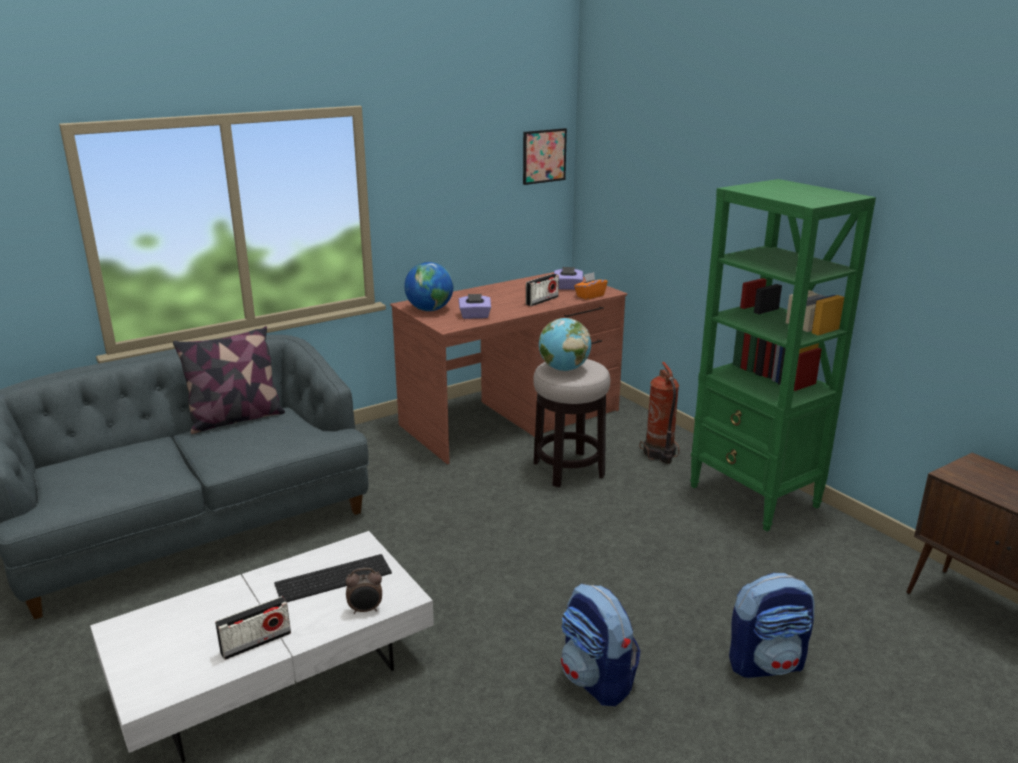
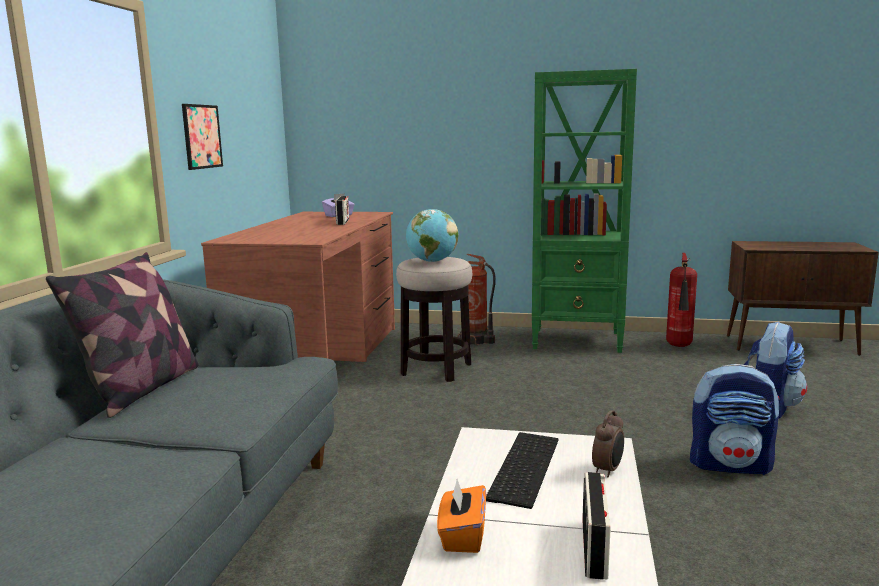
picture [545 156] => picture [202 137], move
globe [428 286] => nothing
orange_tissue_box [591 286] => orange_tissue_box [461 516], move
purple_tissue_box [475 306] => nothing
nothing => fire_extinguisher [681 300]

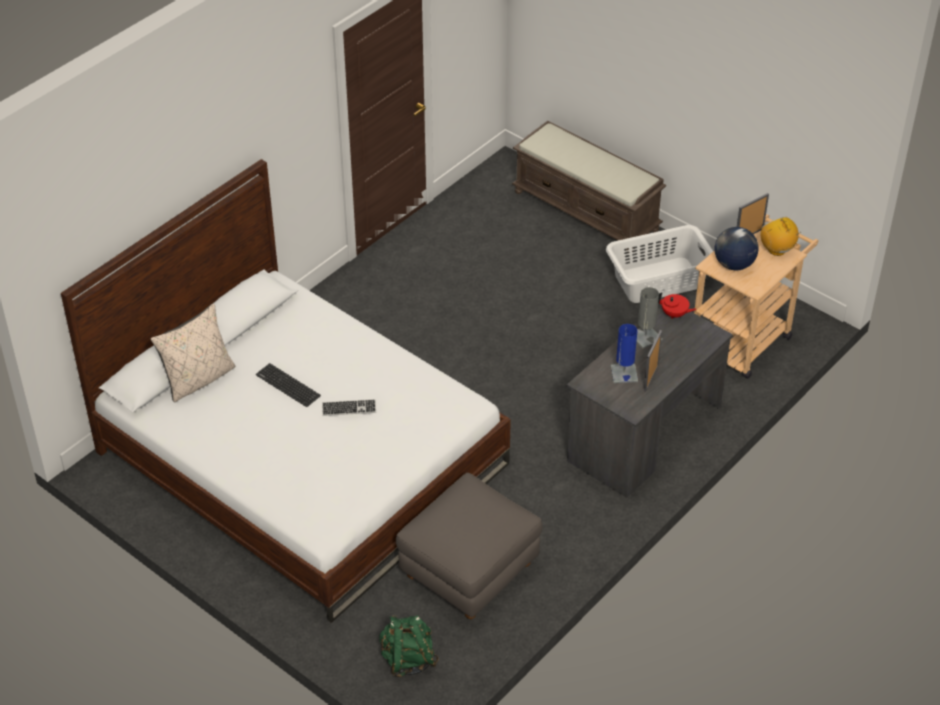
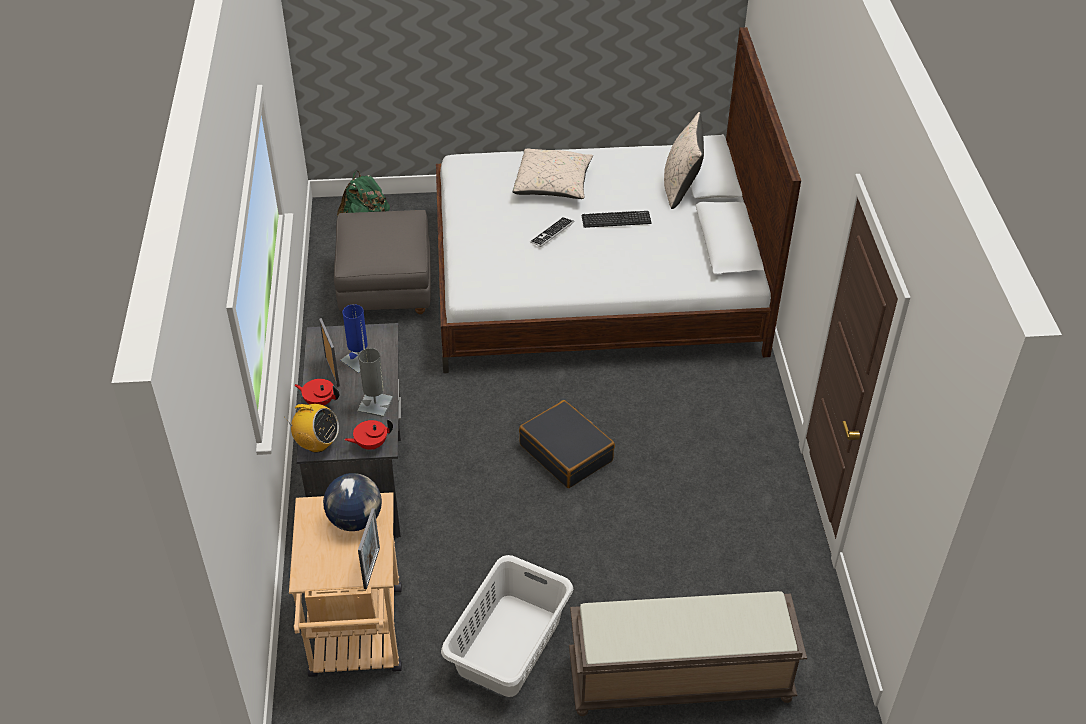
radio [781 236] => radio [312 428], move
nothing => beige_pillow [553 174]
nothing => red_teapot [317 392]
nothing => black_suitcase [567 444]

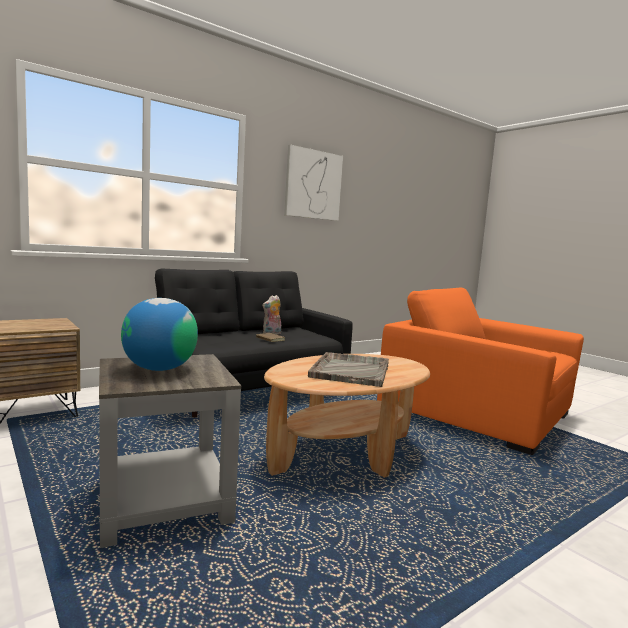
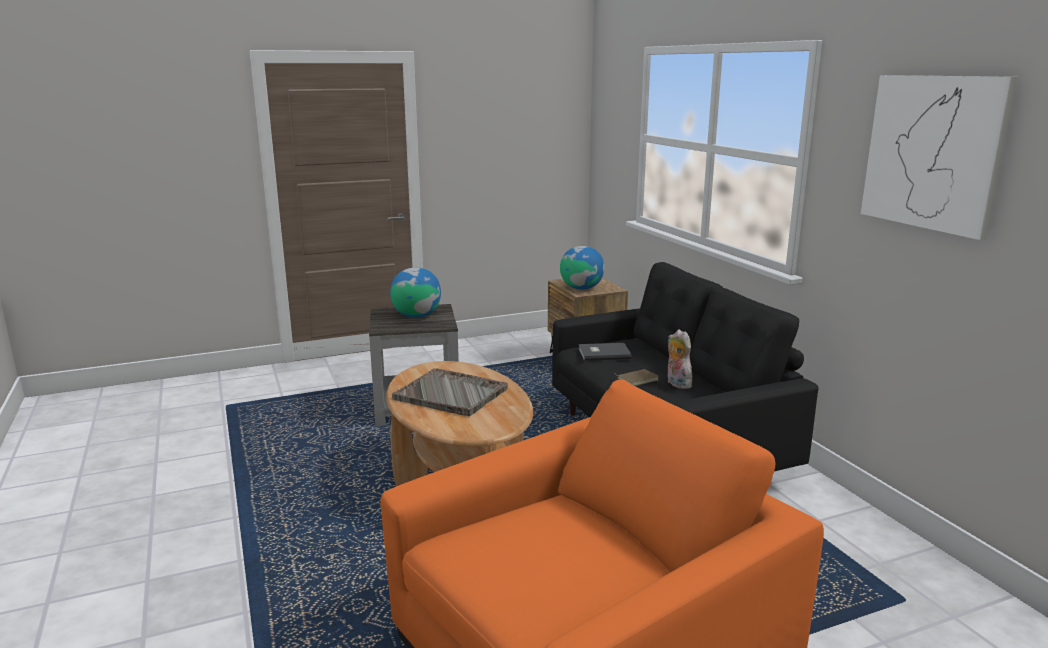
nothing => globe [582 268]
nothing => grey_book [605 352]

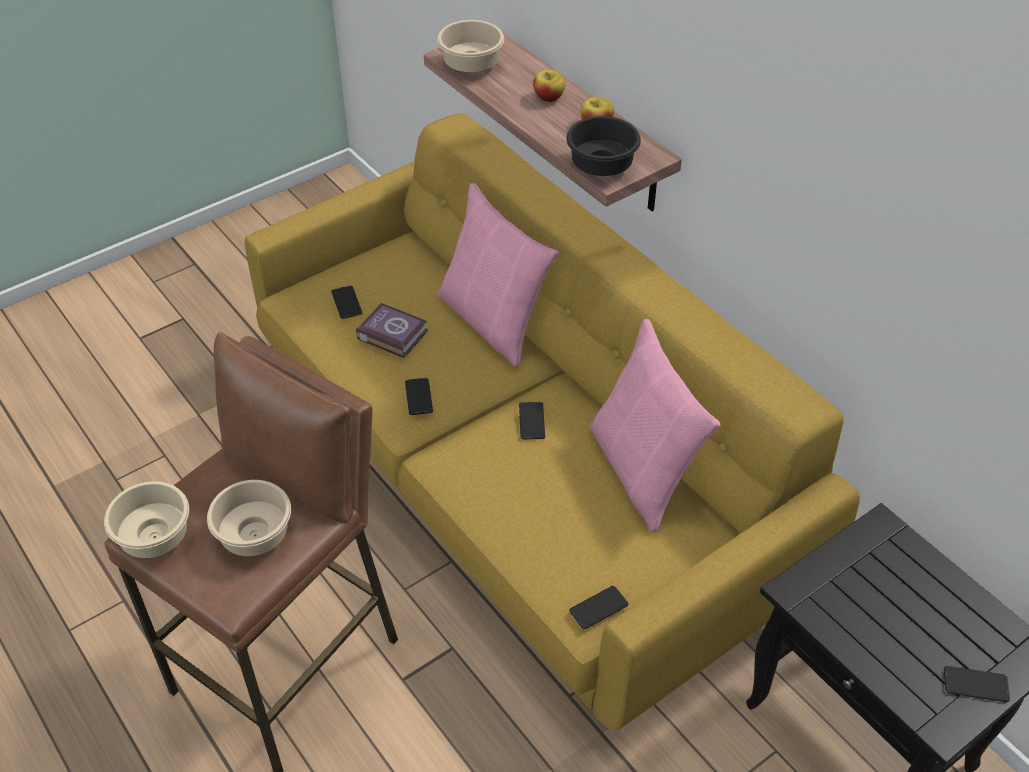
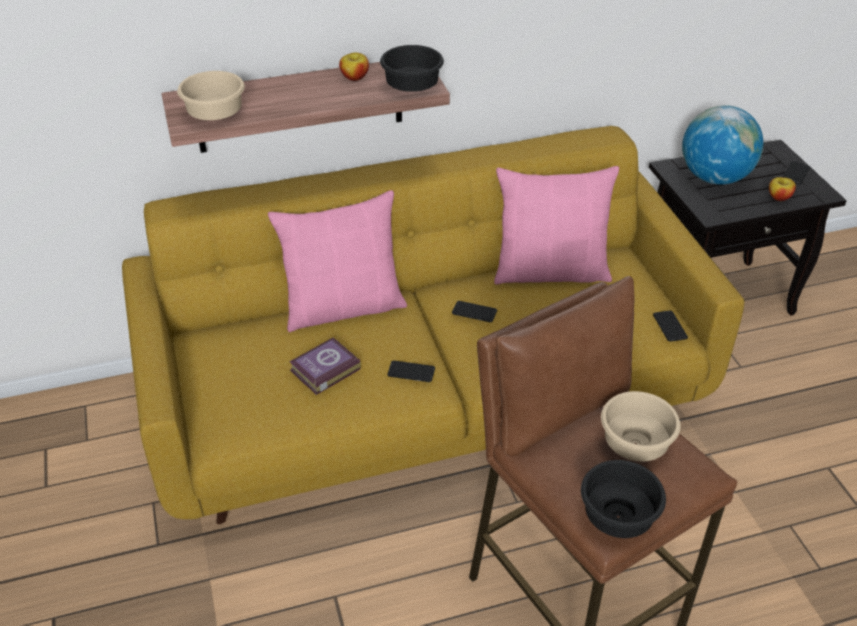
apple [549 86] => apple [782 189], move
phone [346 302] => nothing
beige_bowl [146 519] => black_bowl [623 499]
nothing => globe [722 145]

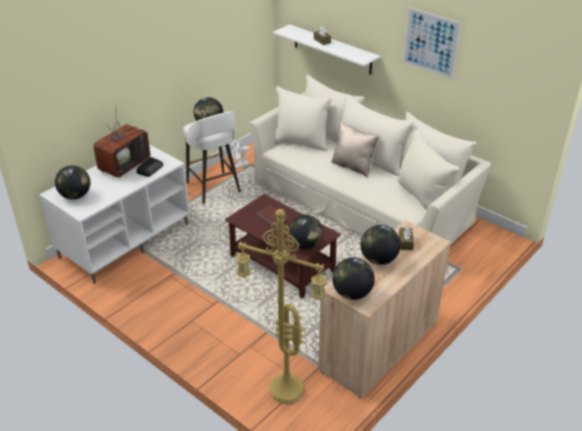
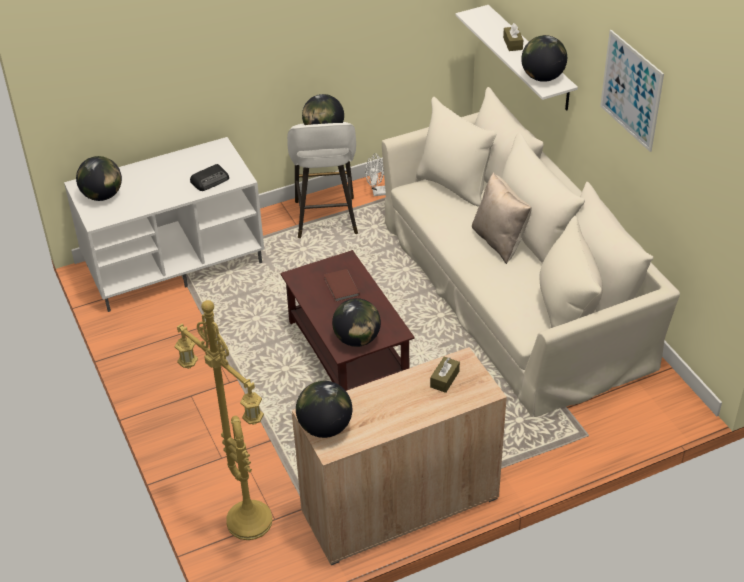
television [121 149] => nothing
globe [380 245] => globe [544 58], move

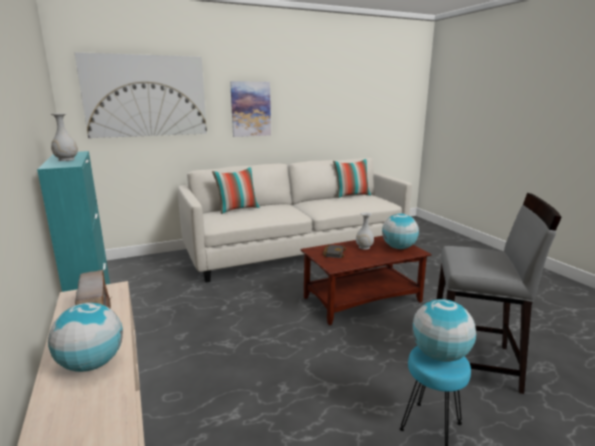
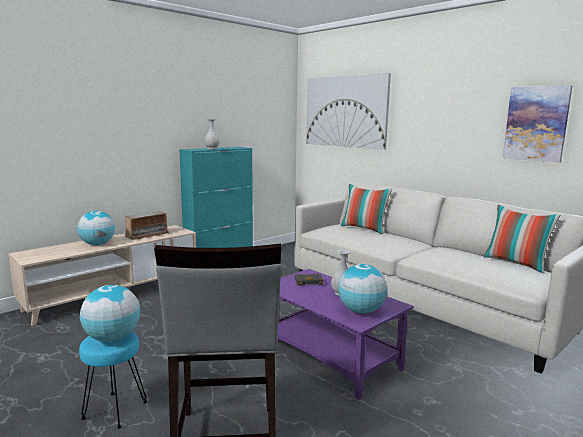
picture [250 109] => picture [537 124], move
brown_coffee_table [366 280] => purple_coffee_table [346 334]

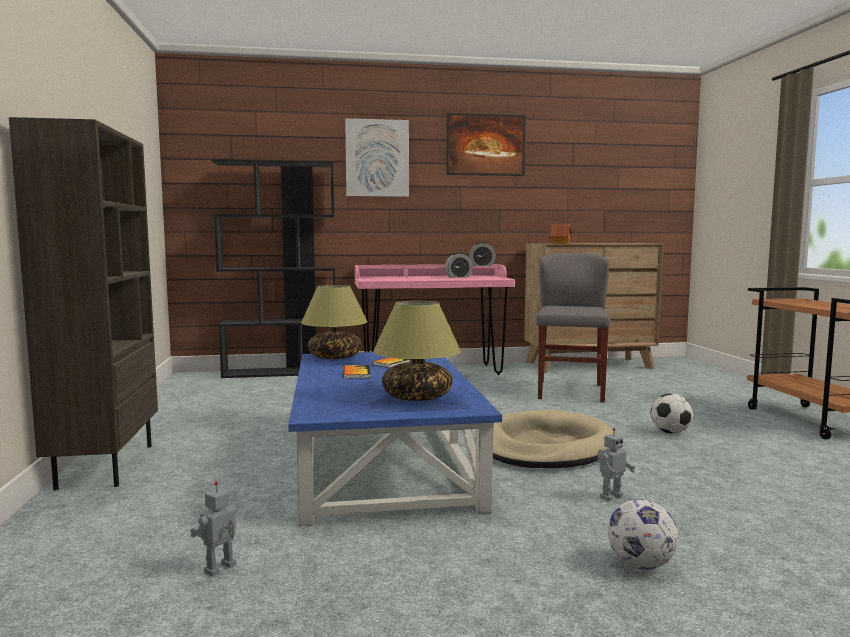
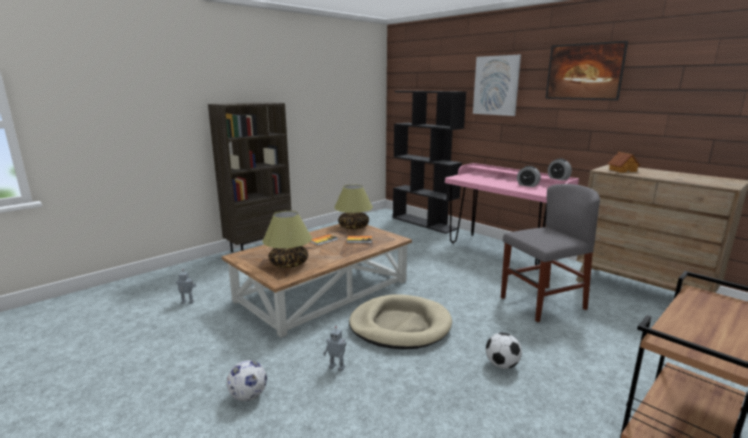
blue_coffee_table [395 439] => brown_coffee_table [317 281]

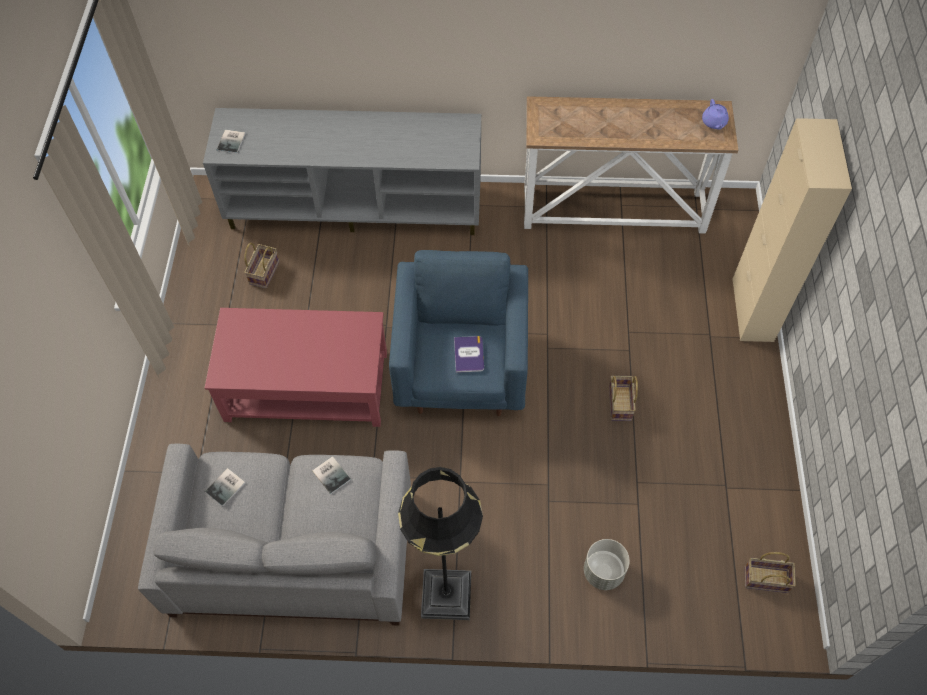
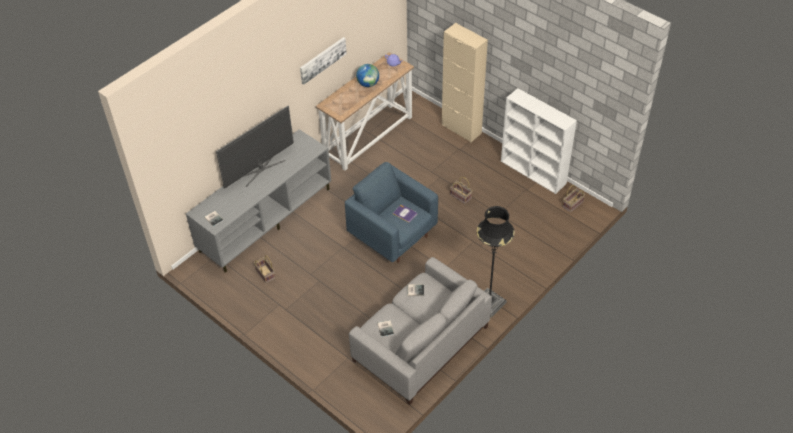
red_coffee_table [296 367] => nothing
grey_planter [607 564] => nothing
nothing => picture [323 61]
nothing => globe [367 75]
nothing => white_bookcase [539 141]
nothing => television [255 146]

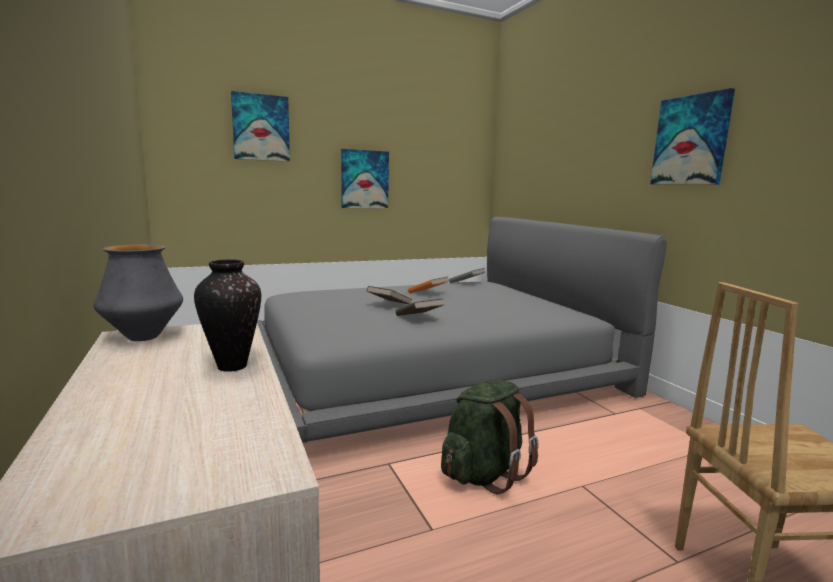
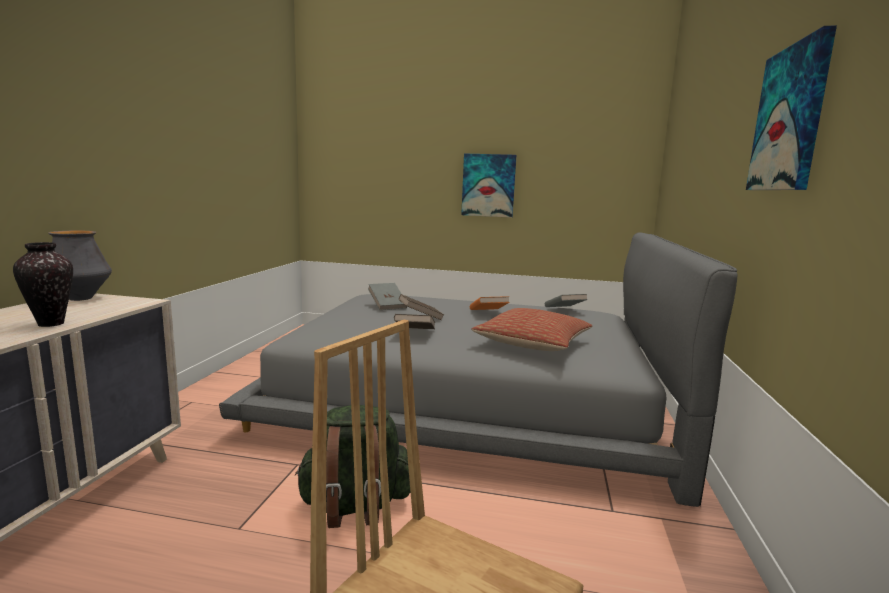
picture [260 126] => nothing
nothing => grey_book [387 296]
nothing => pillow [531 329]

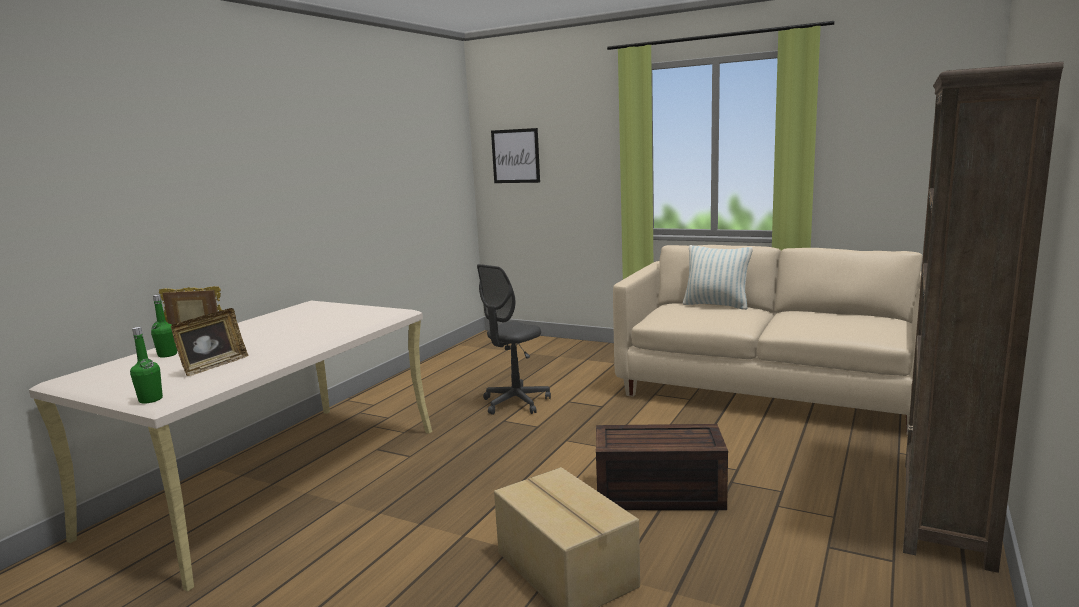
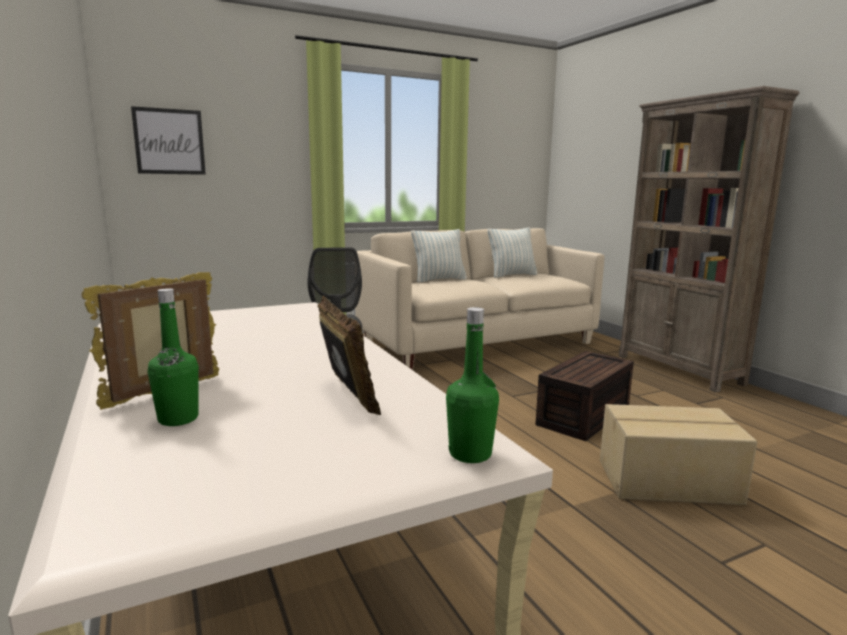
nothing => pillow [513 252]

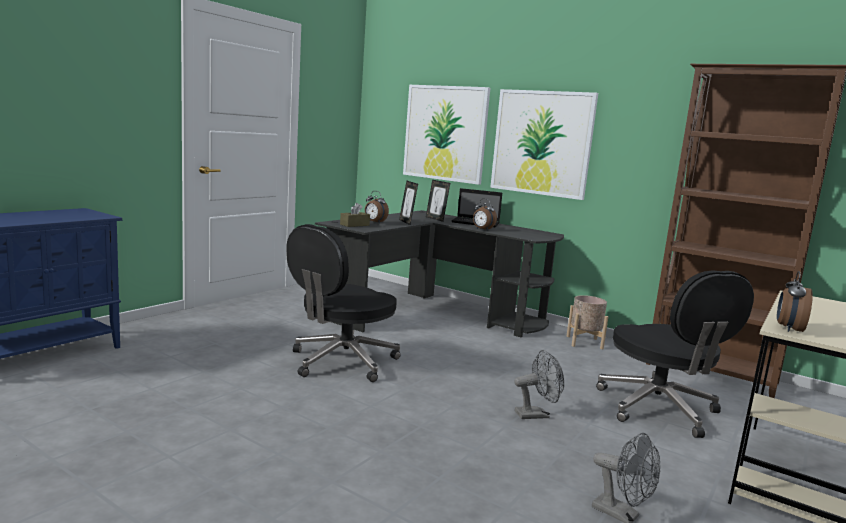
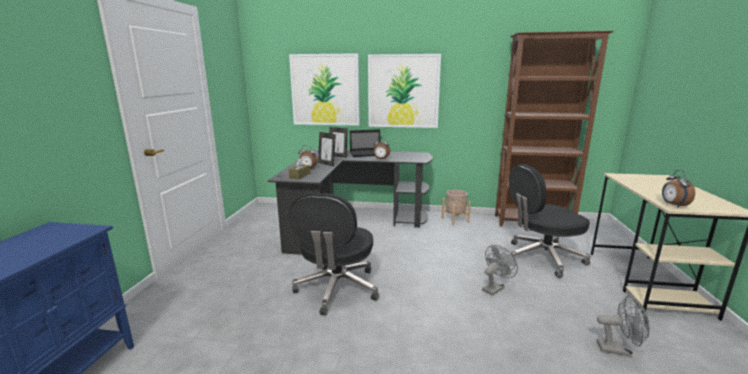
black_office_chair [675 354] => black_office_chair [550 221], 120 degrees clockwise

